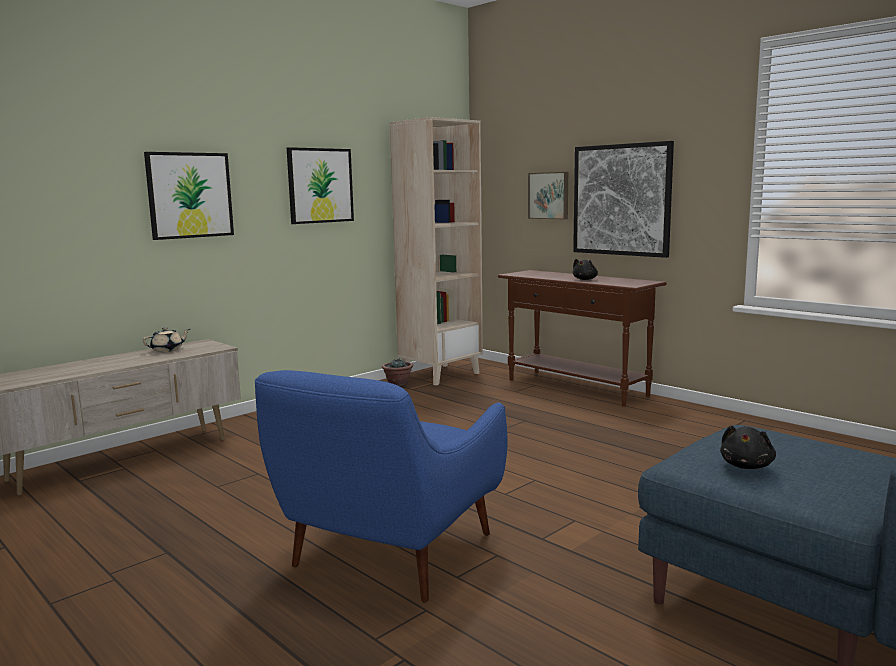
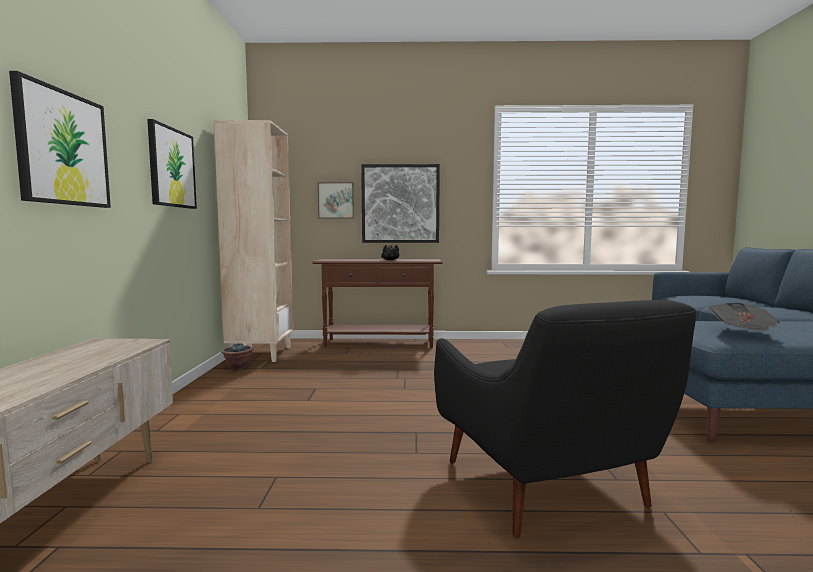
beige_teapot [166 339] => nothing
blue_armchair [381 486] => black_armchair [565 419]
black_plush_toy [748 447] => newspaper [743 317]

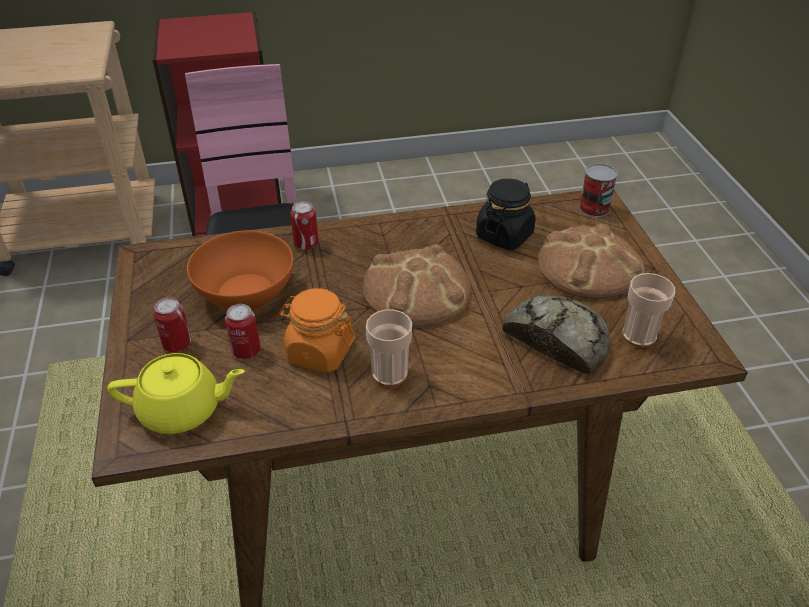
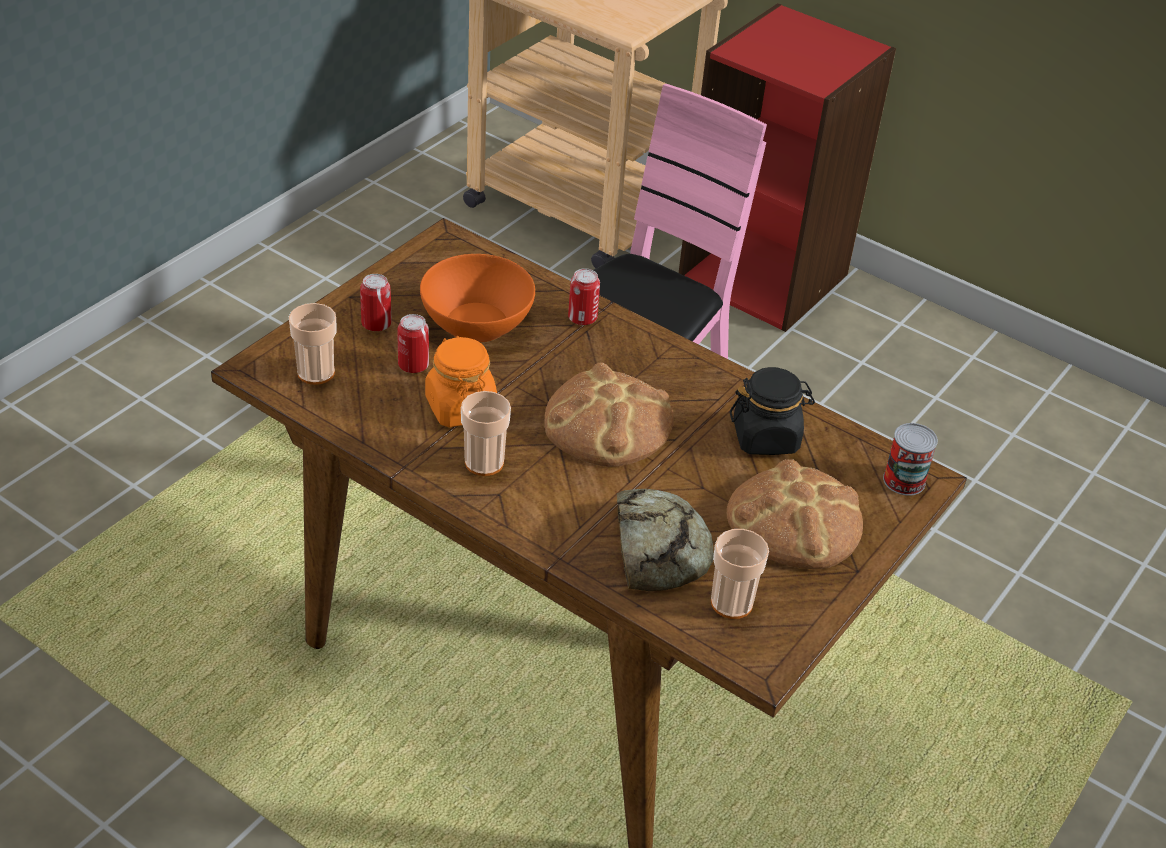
yellow_teapot [176 393] => cup [312 344]

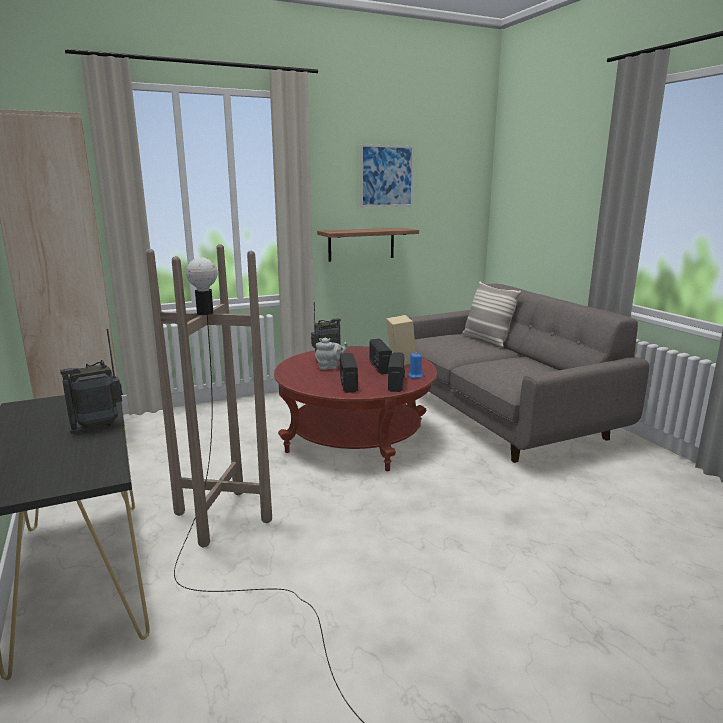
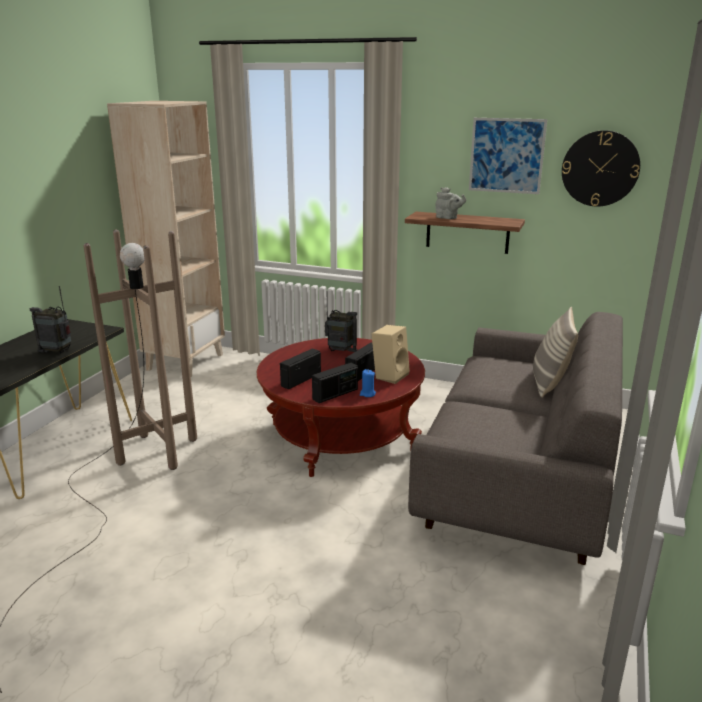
grey_teapot [331 354] => grey_teapot [450 203], move
nothing => wall_clock [601 168]

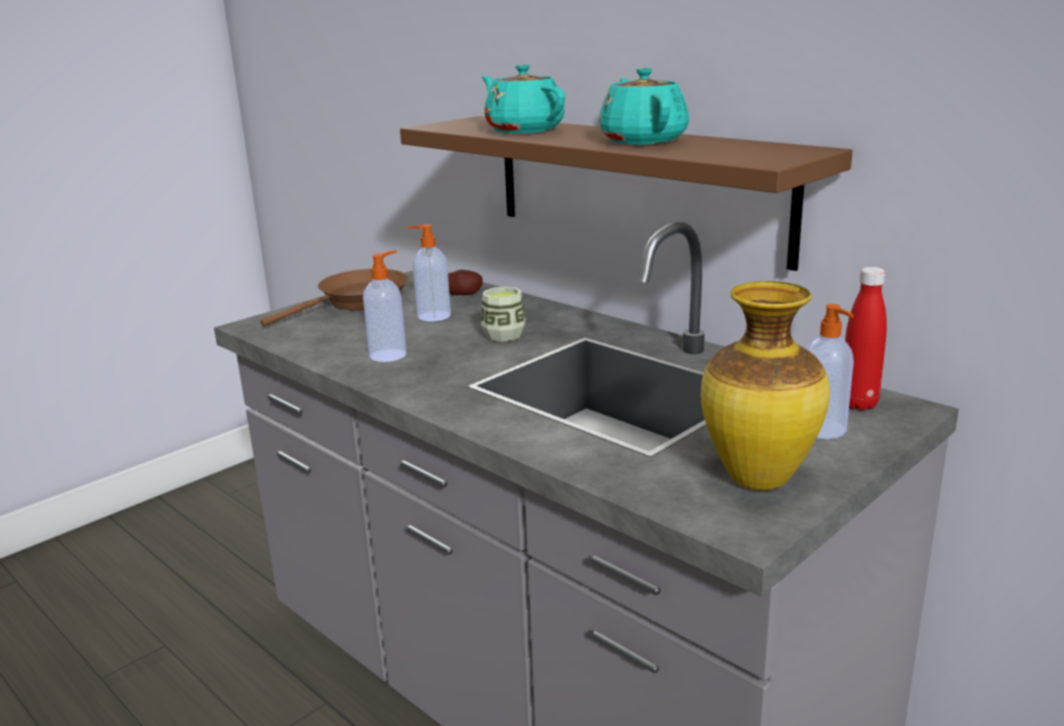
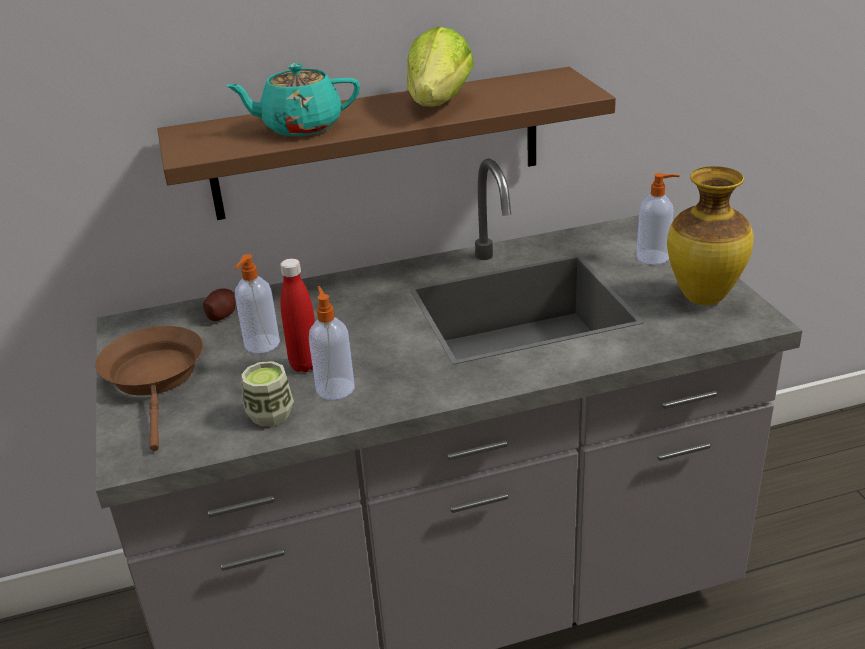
turquoise_teapot [644 106] => lettuce [440 66]
red_bottle [866 338] => red_bottle [297 315], move
cup [503 314] => cup [267 394], move

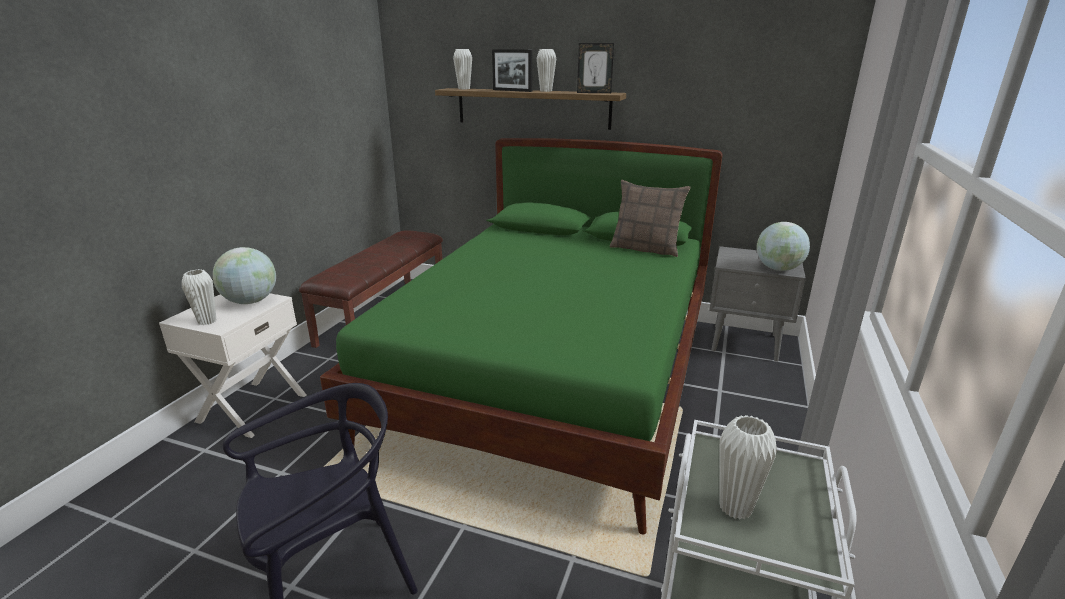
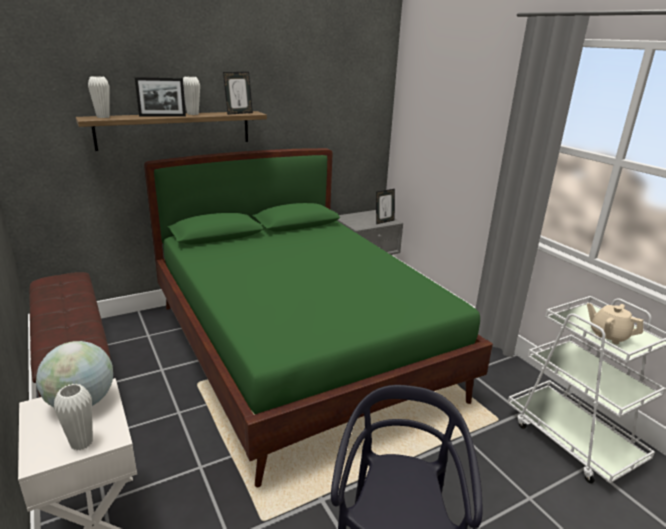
pillow [650 218] => nothing
globe [783 246] => picture_frame [385 206]
white_vase [748 467] => beige_teapot [615 323]

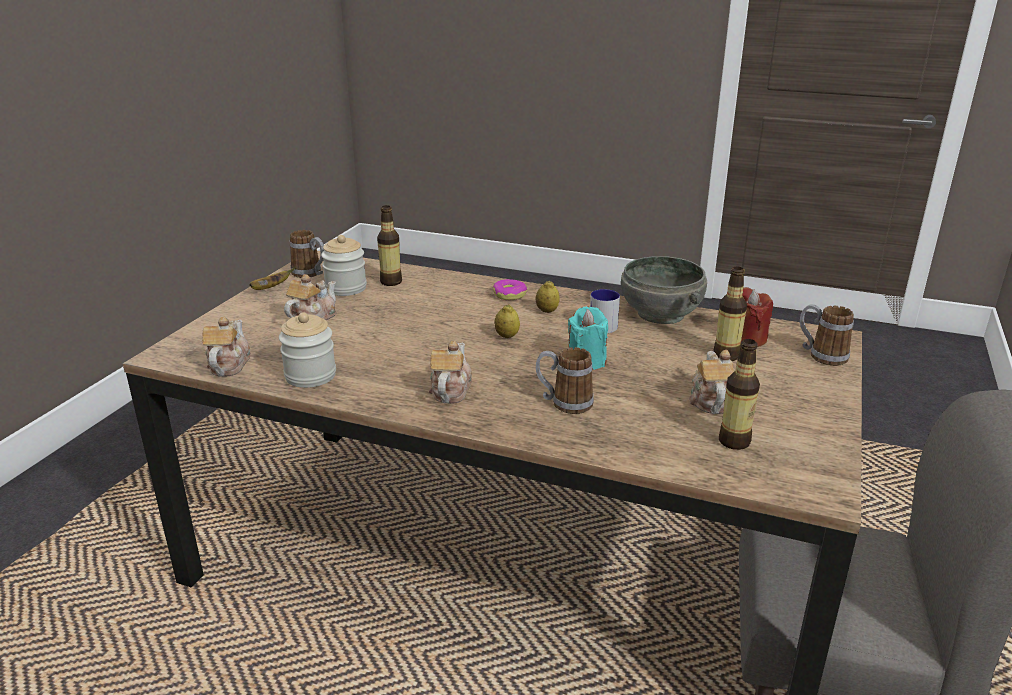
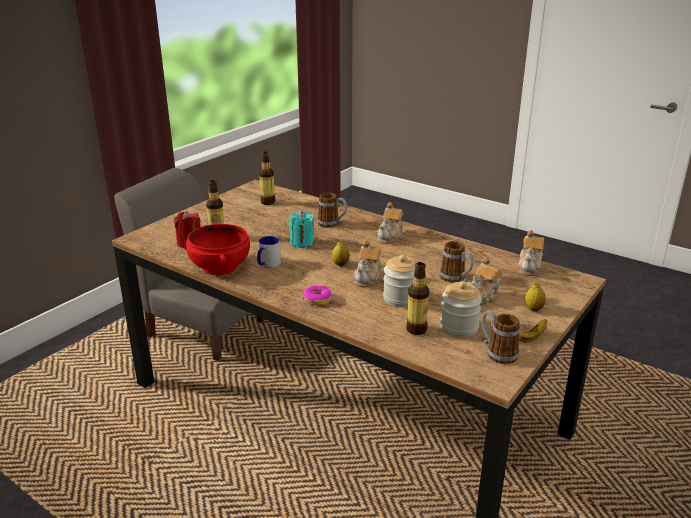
grey_bowl [664 290] => red_bowl [218 249]
lemon [548 297] => lemon [535 297], move
mug [827 335] => mug [456 262], move
jar [307 350] => jar [400 281], move
teapot [711 382] => teapot [368 264], move

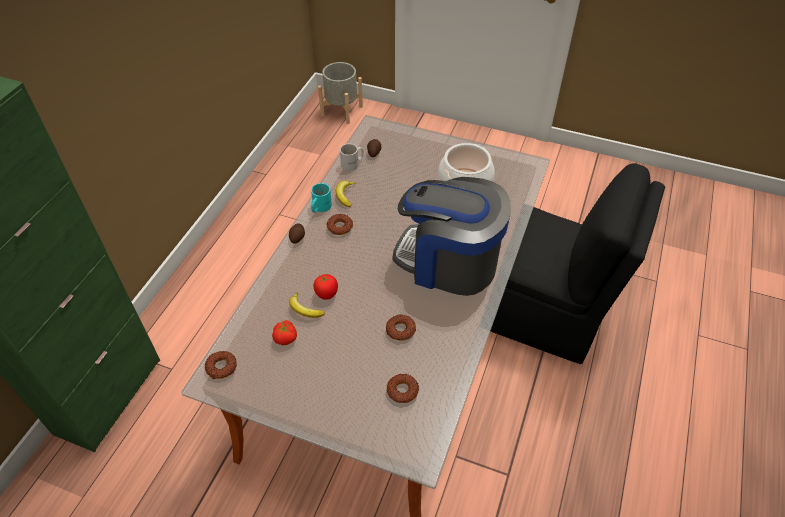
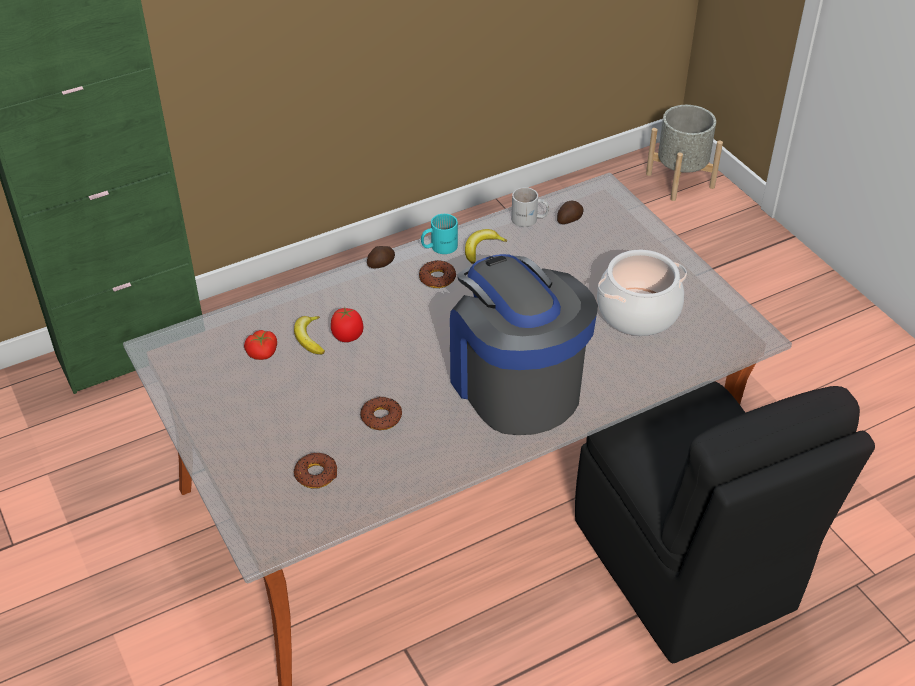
donut [221 365] => nothing

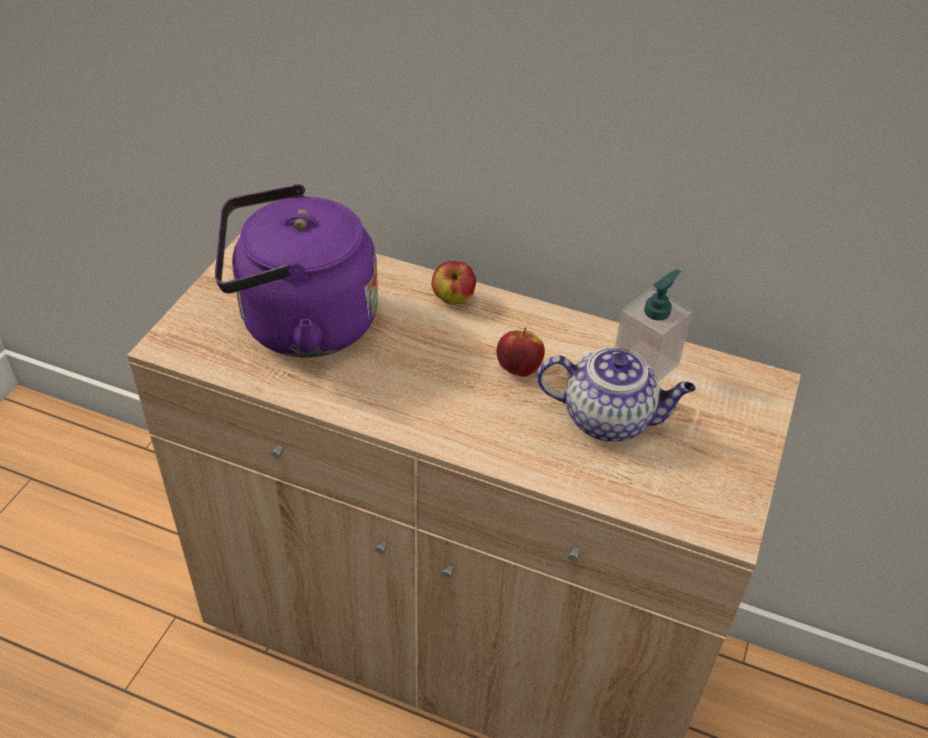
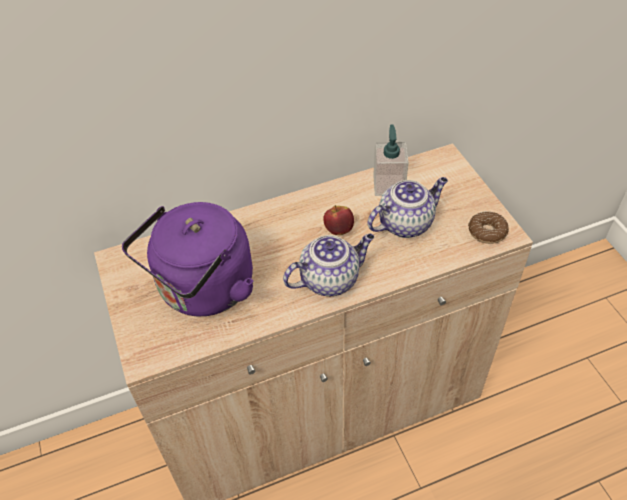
apple [454 282] => nothing
nothing => donut [488 227]
nothing => teapot [328 265]

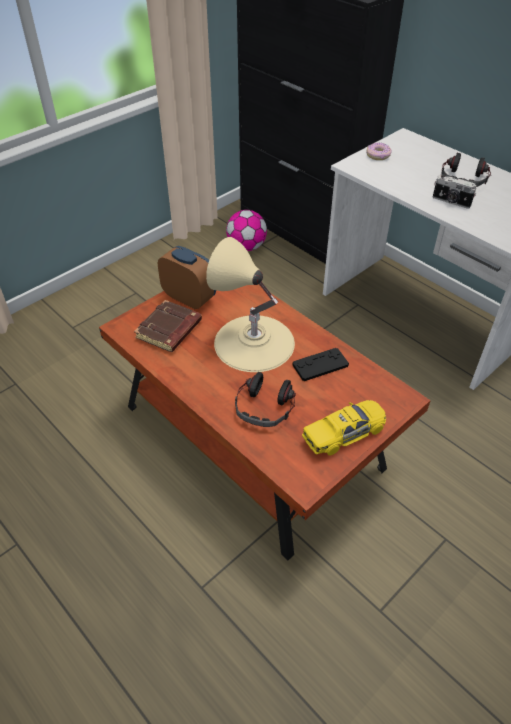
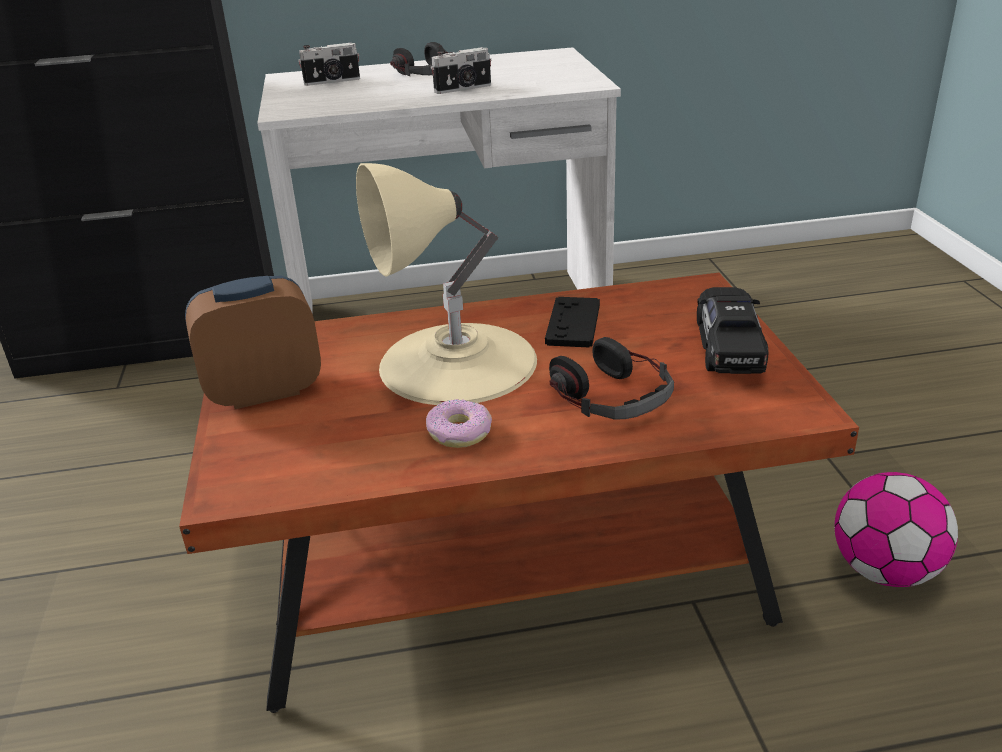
donut [379 151] => donut [459 423], move
football [246 230] => football [896 529], move
brown_book [168 326] => nothing
yellow_toy_car [344 428] => black_toy_car [732 330]
nothing => photo_camera [329 64]

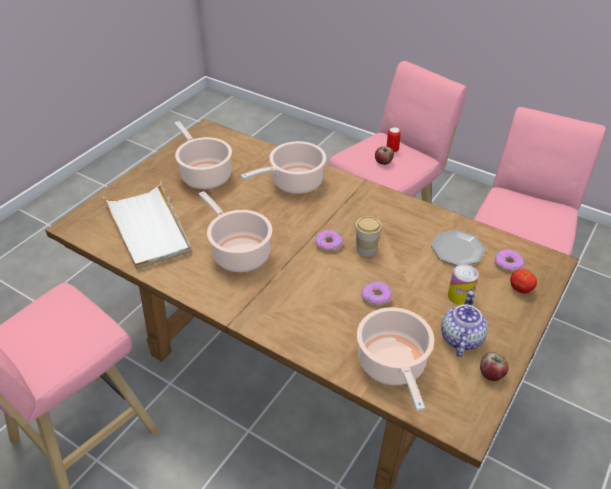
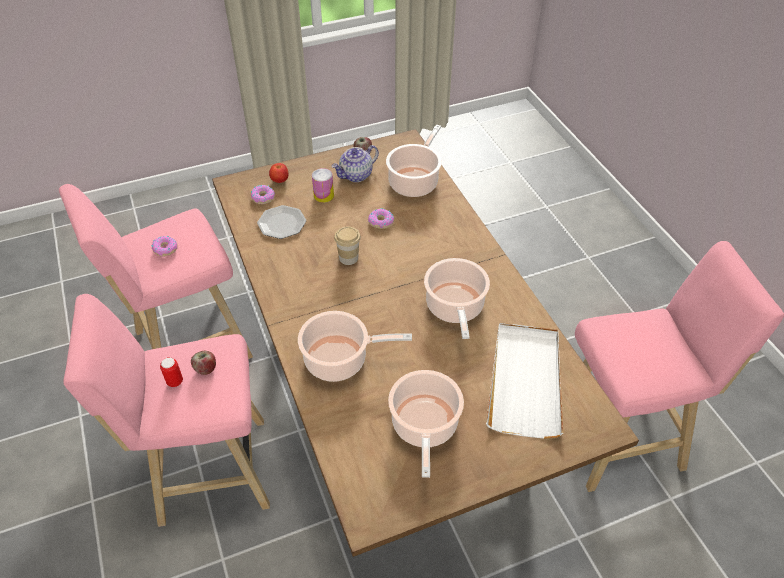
donut [329 241] => donut [165 246], move

